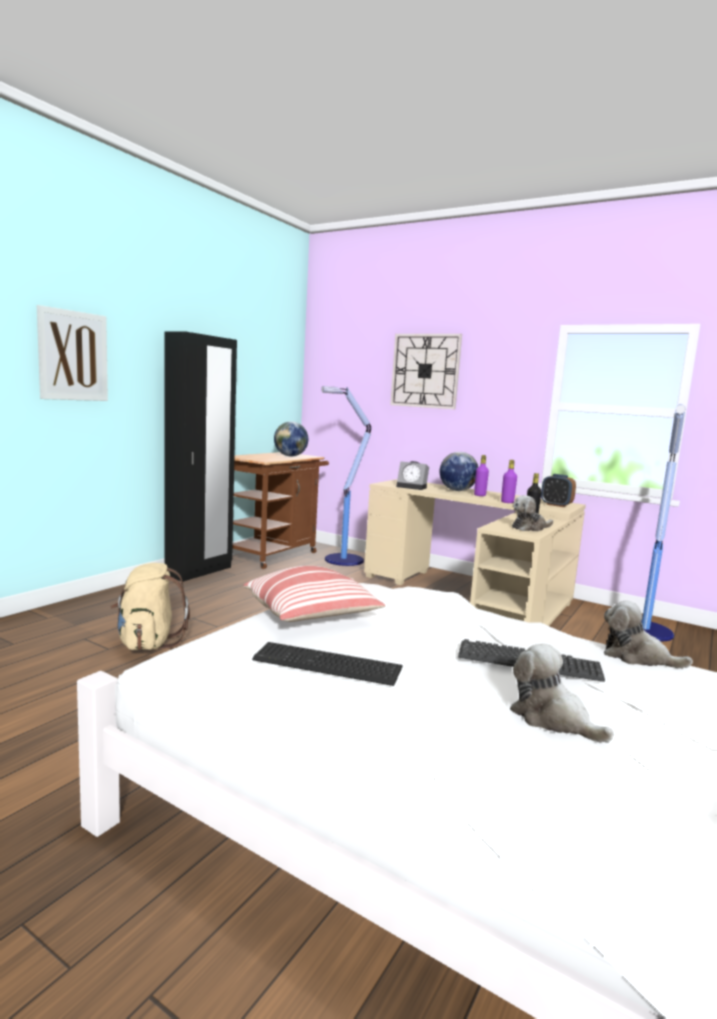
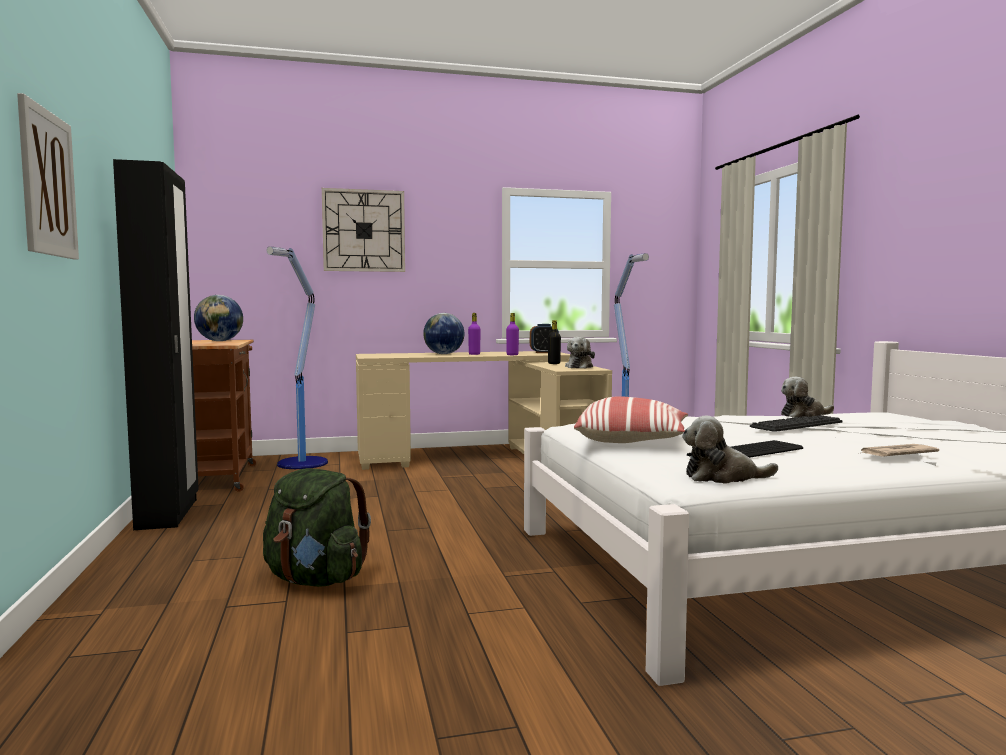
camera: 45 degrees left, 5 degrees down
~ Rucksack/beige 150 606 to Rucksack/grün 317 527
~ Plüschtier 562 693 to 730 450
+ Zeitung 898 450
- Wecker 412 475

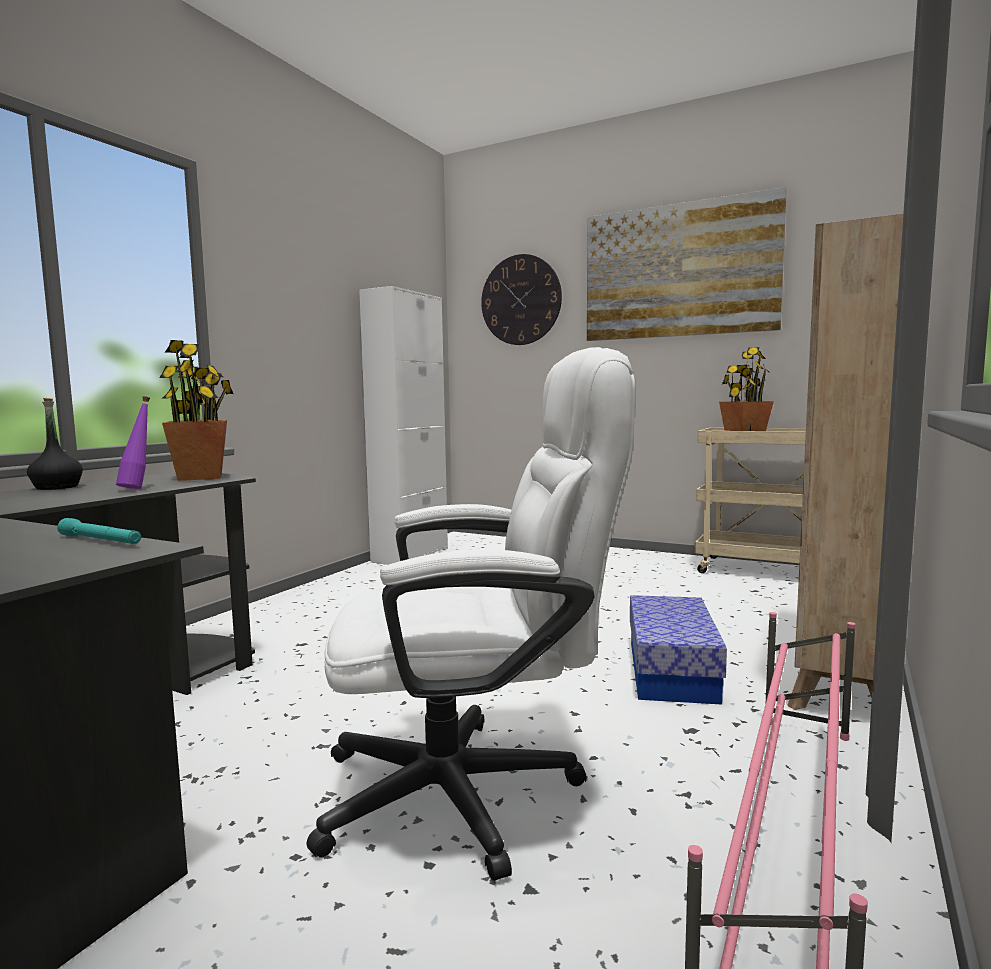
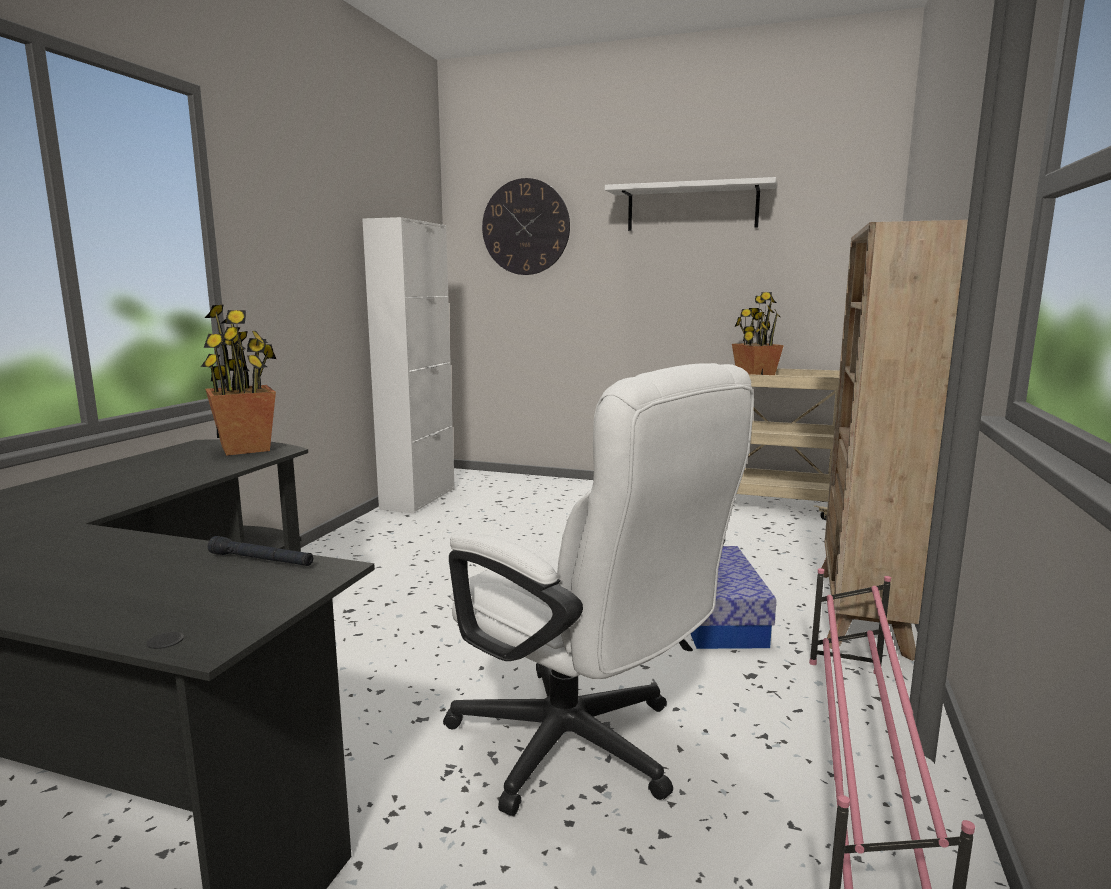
camera: 10 degrees left, 5 degrees up
~ Taschenlampe/türkis 99 531 to Taschenlampe/schwarz 260 551
~ Bürostuhl/weiß 471 614 = 598 589 60 degrees clockwise
~ Bild 687 264 to Wandregal/weiß 691 204
- Flasche/schwarz 55 444
- Flasche/lila 133 442

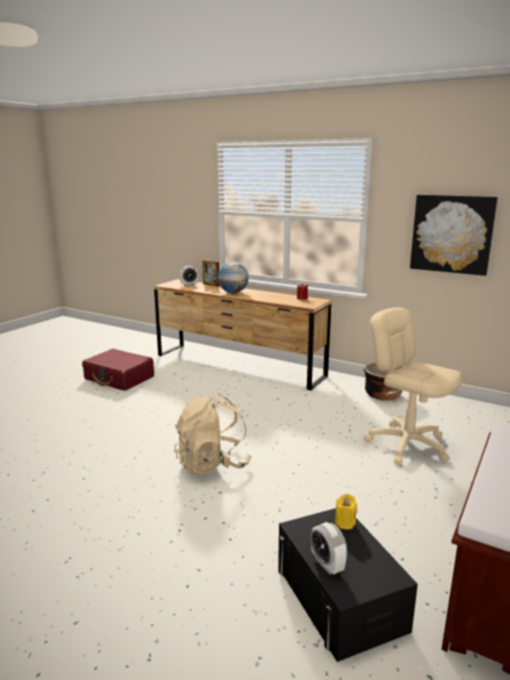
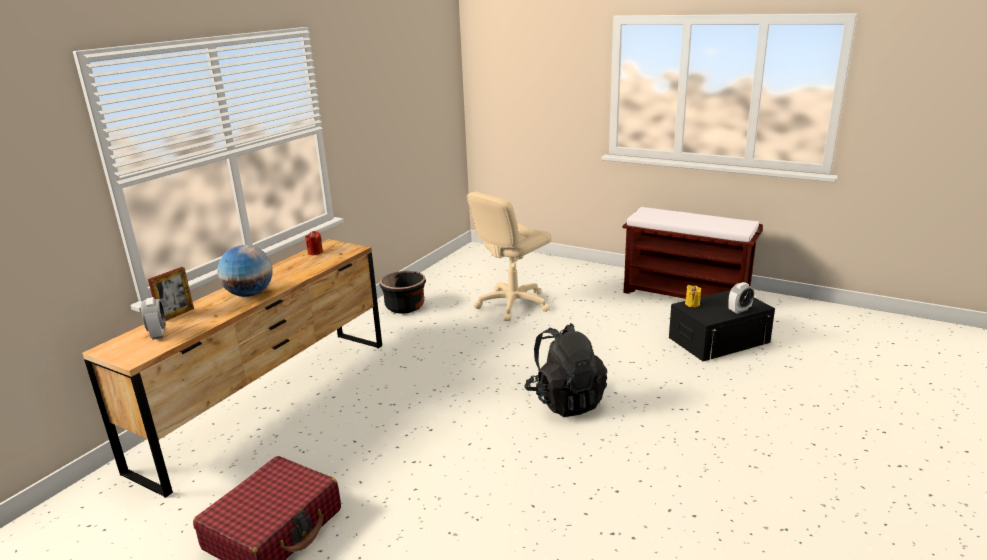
camera: 90 degrees left, 5 degrees up
~ Rucksack/beige 213 434 to Rucksack/schwarz 565 370
- Bild 454 235

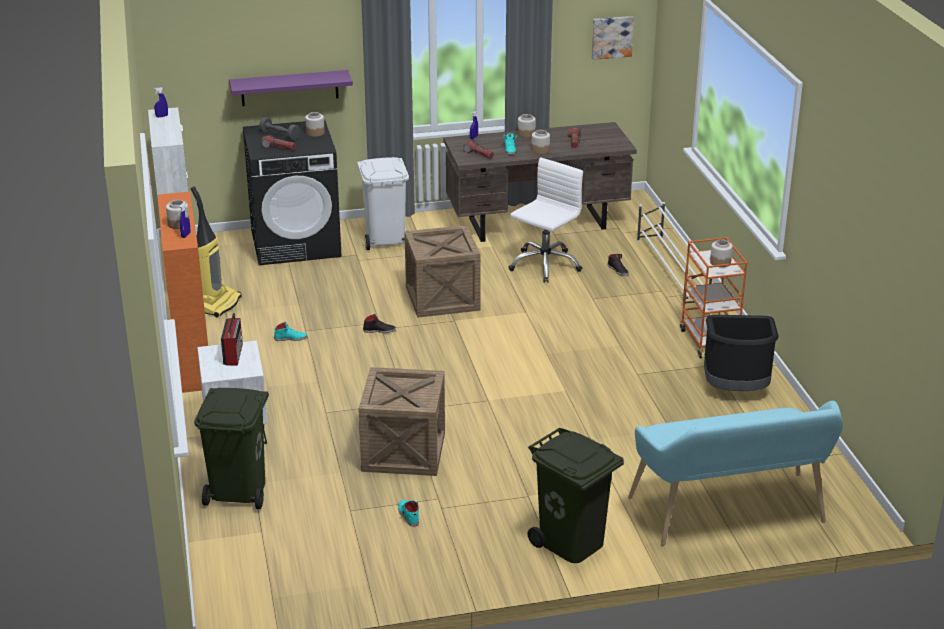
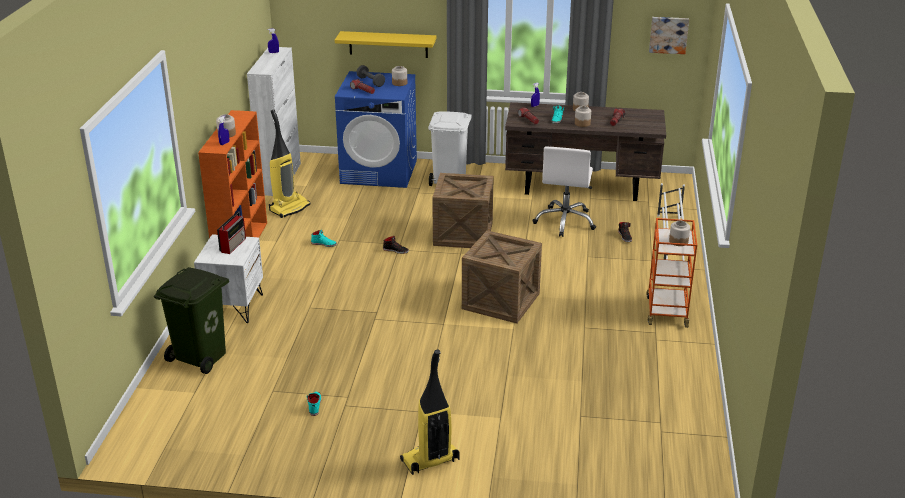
camera: 20 degrees right, 0 degrees up
~ Wandregal/lila 291 88 to Wandregal/gelb 385 44
~ Waschmaschine/schwarz 292 192 to Waschmaschine/blau 376 129
~ Mülleimer/grün 576 495 to Staubsauger 429 412
~ Kiste 401 421 to 502 277
~ Bürostuhl/weiß 545 220 = 564 192 135 degrees clockwise
- Bank/türkis 735 473
- Mülleimer/schwarz 741 353

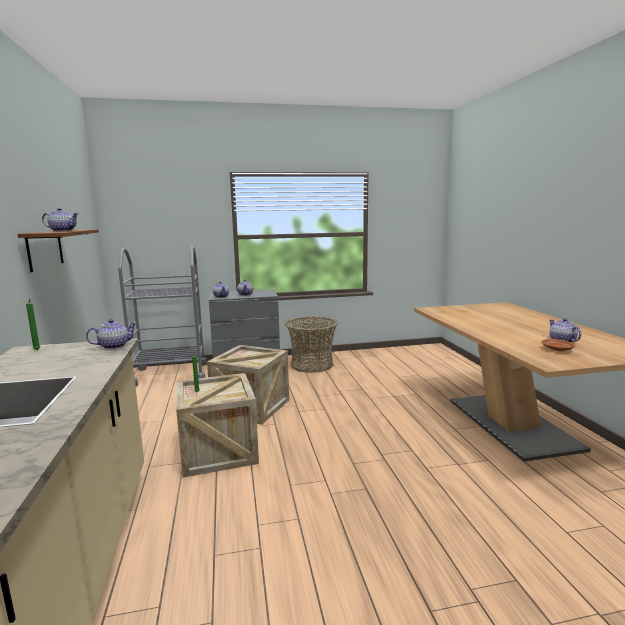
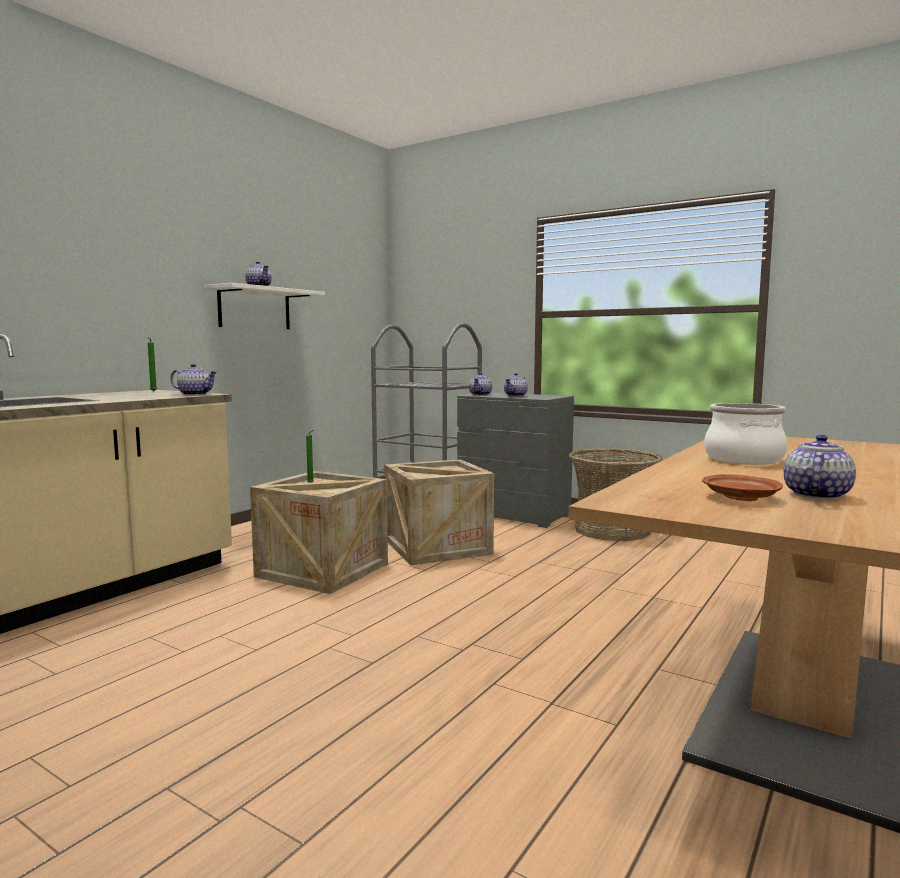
camera: 45 degrees right, 5 degrees down
~ Wandregal/braun 58 250 to Wandregal/weiß 264 306
+ Kochtopf 745 434

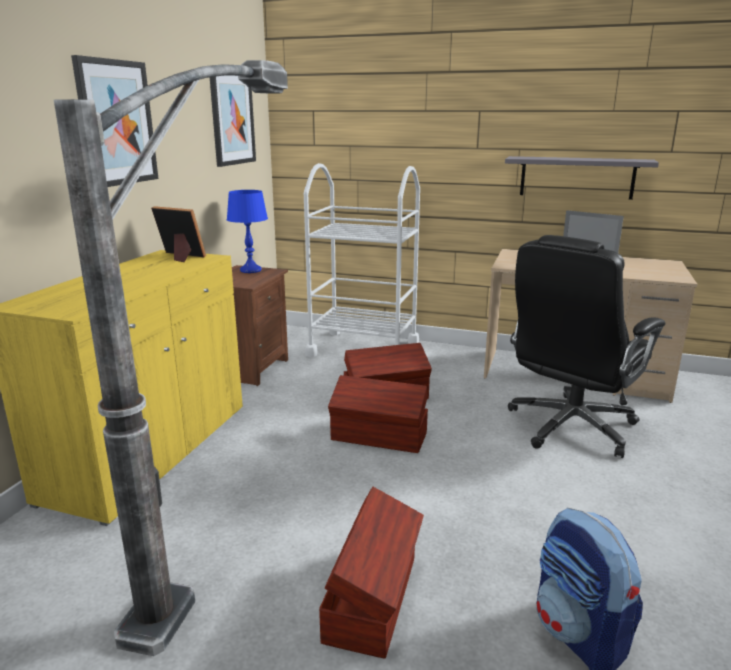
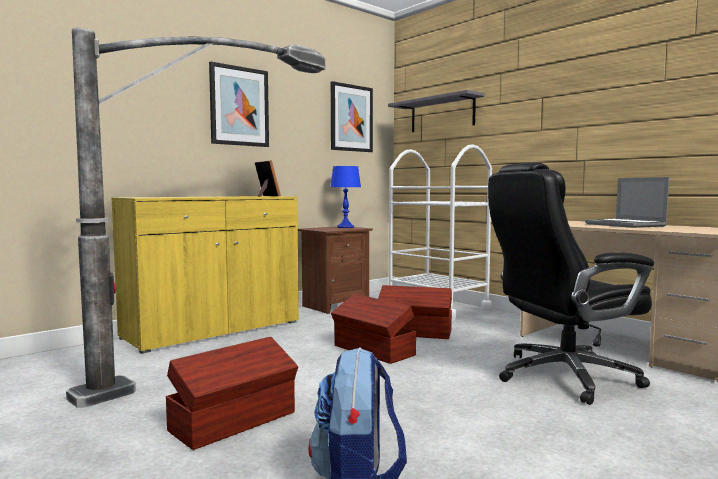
camera: 30 degrees right, 15 degrees down
~ Wandregal/grau 582 178 to 436 111

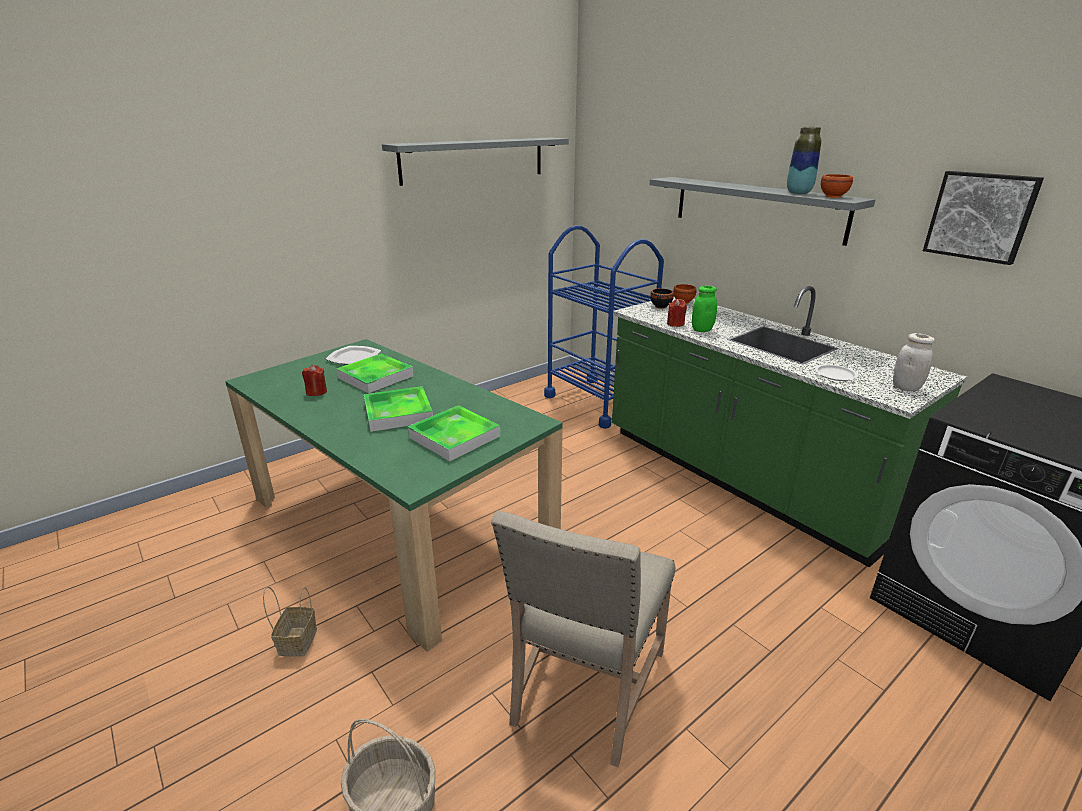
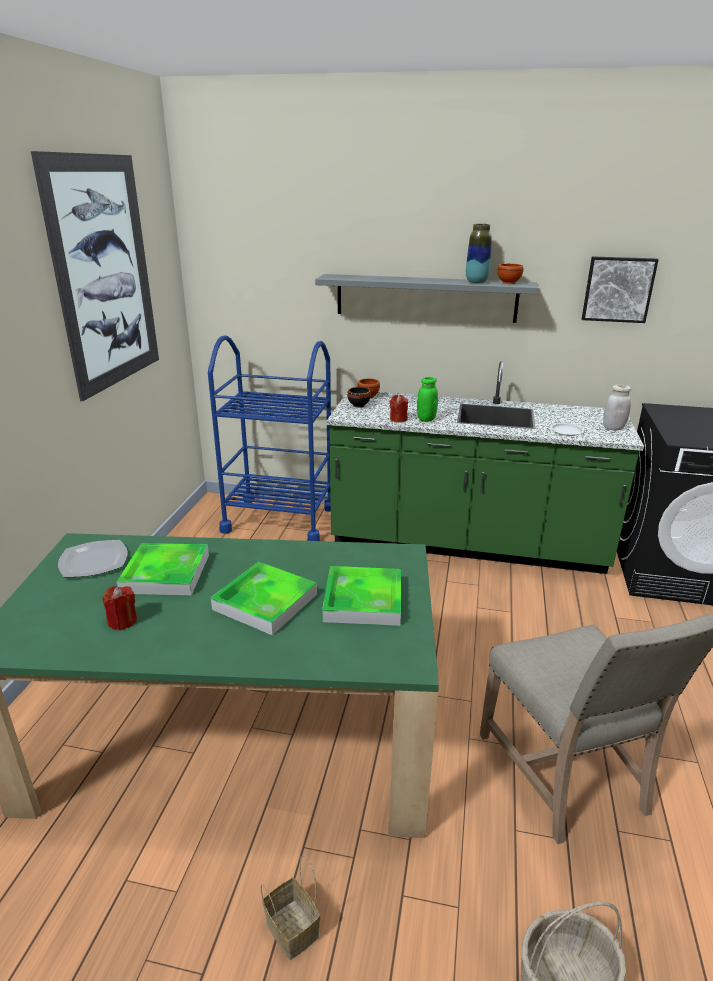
camera: 40 degrees left, 0 degrees up
~ Wandregal/grau 475 162 to Bild 95 276

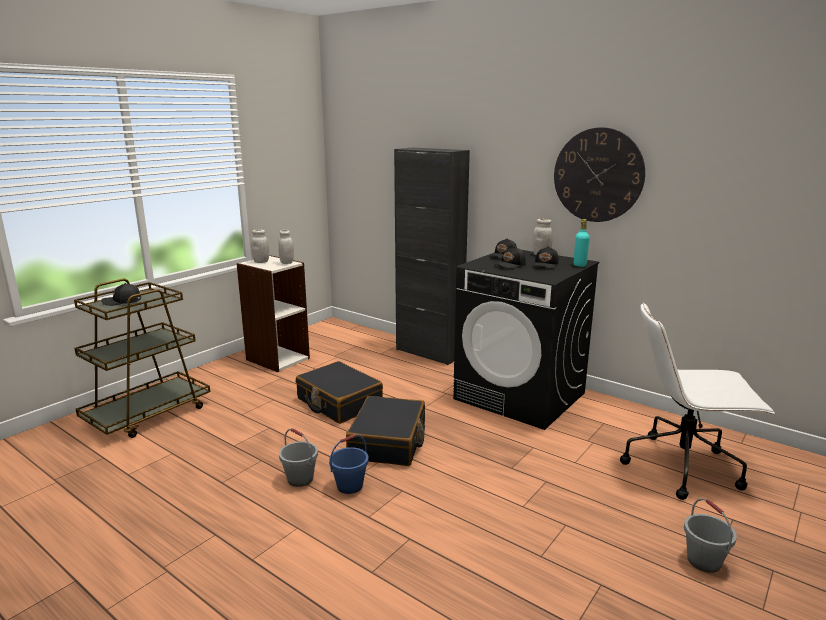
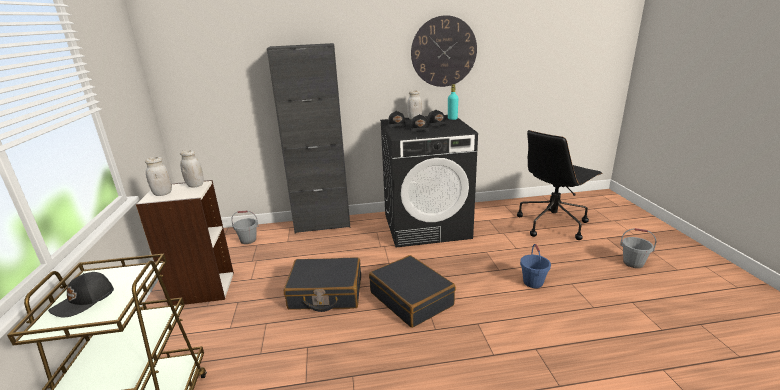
camera: 45 degrees left, 5 degrees up
~ Eimer/grau 298 457 to 245 227
~ Bürostuhl/weiß 697 401 to Bürostuhl/schwarz 560 185
~ Eimer/blau 348 464 to 535 266

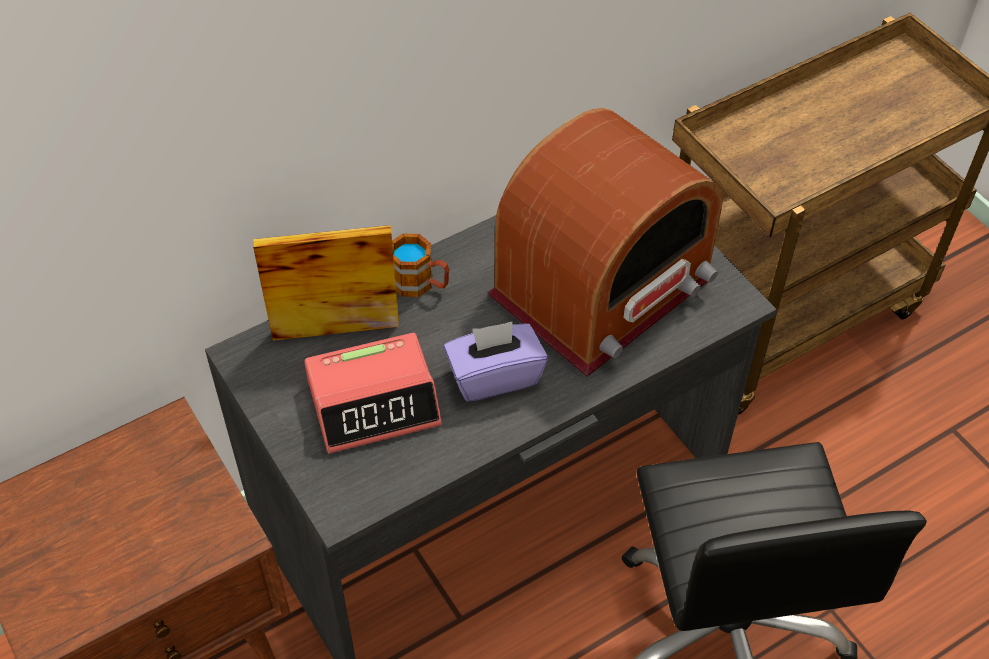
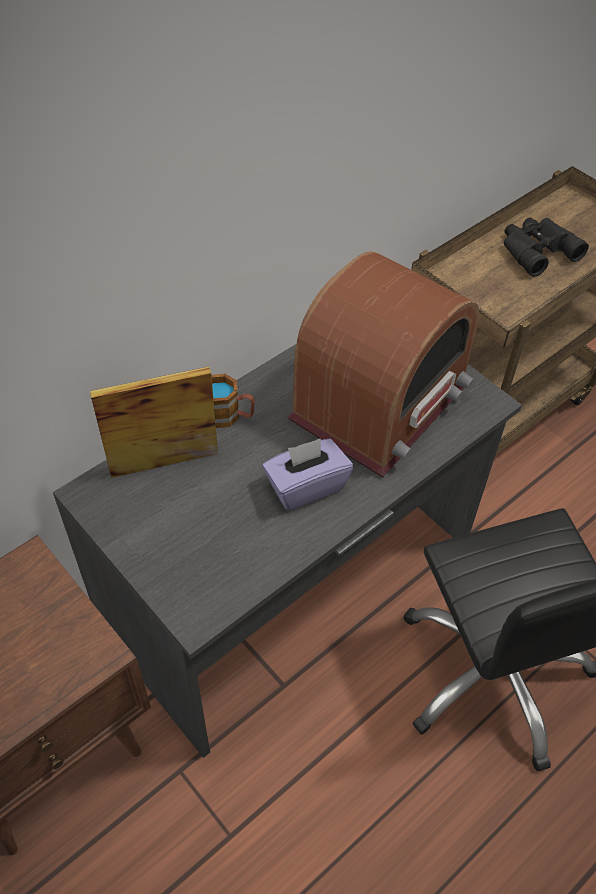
camera: 10 degrees left, 0 degrees up
+ Fernglas/schwarz 546 247
- Wecker 373 393

